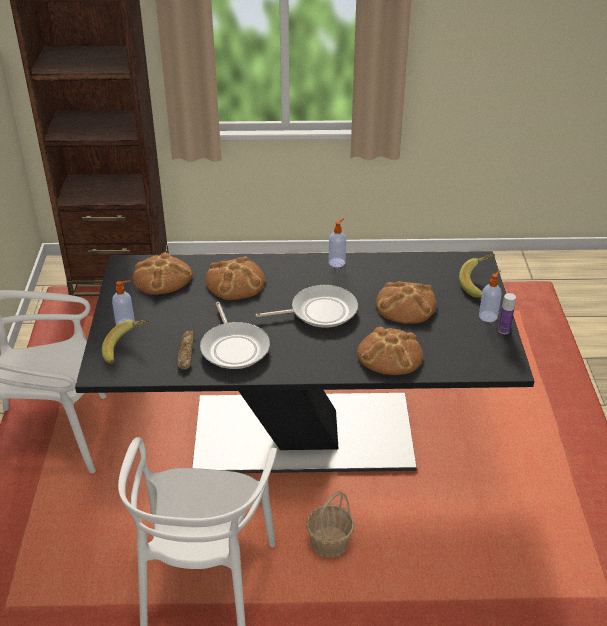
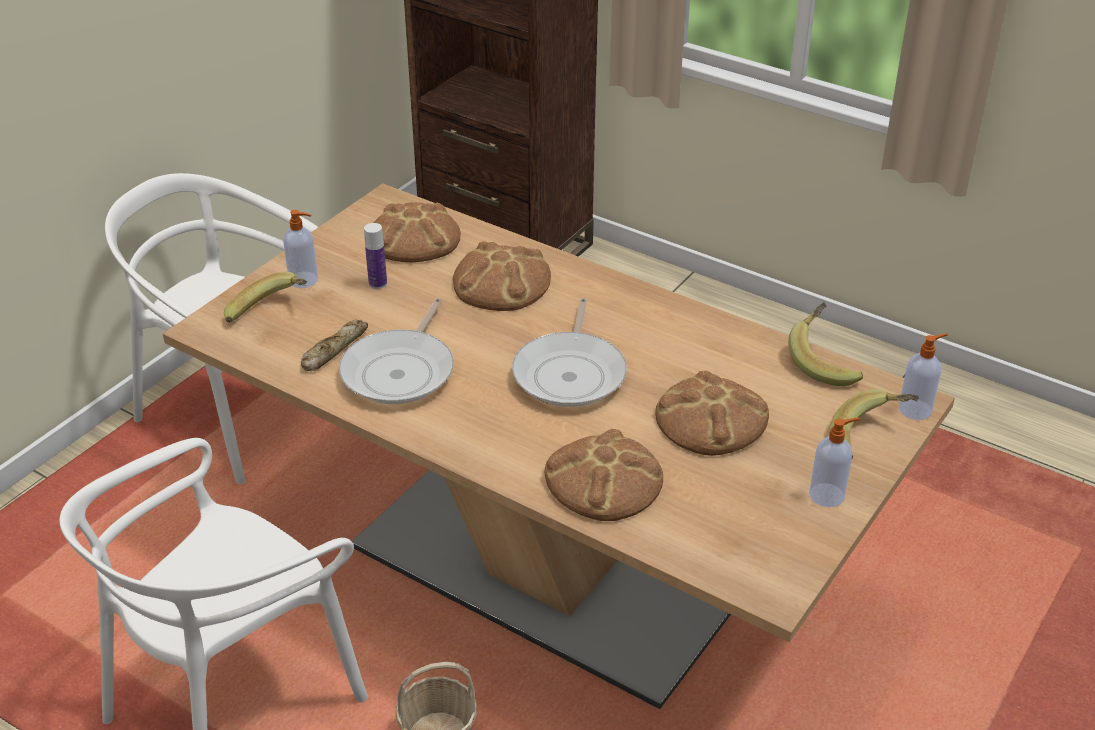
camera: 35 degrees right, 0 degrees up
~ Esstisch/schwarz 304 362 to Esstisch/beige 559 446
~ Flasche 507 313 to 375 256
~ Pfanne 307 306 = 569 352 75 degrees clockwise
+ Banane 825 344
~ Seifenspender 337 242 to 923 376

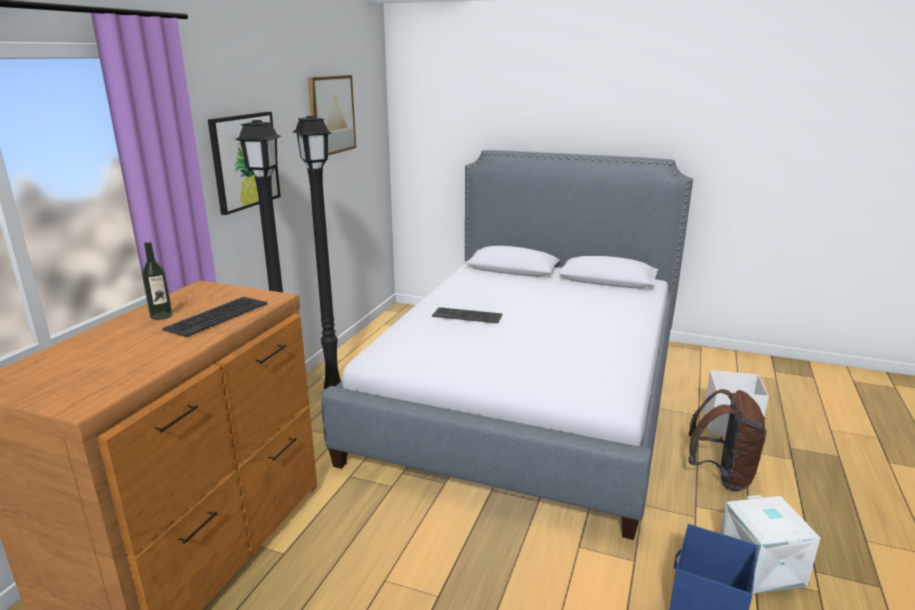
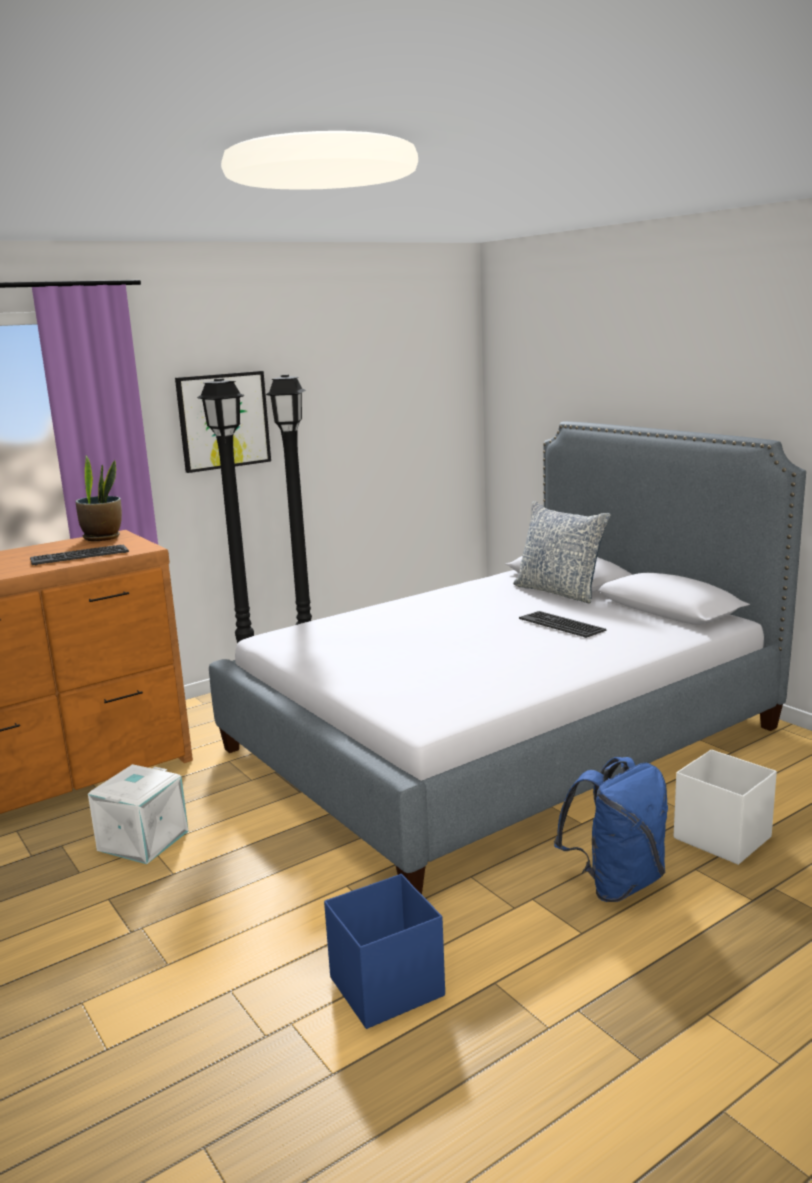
camera: 35 degrees right, 5 degrees down
+ Topfpflanze 99 498
~ Aufbewahrungsbox/weiß 770 544 to 138 814
+ Kissen 562 552
~ Tastatur 467 315 to 562 624
~ Rucksack/braun 727 440 to Rucksack/blau 611 829
- Flasche 157 281
- Bild 332 115

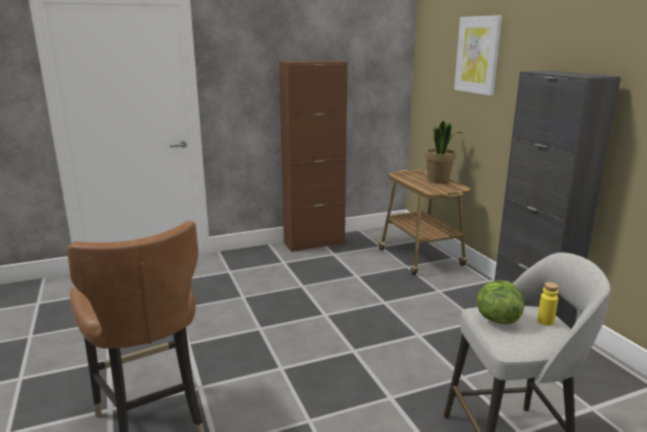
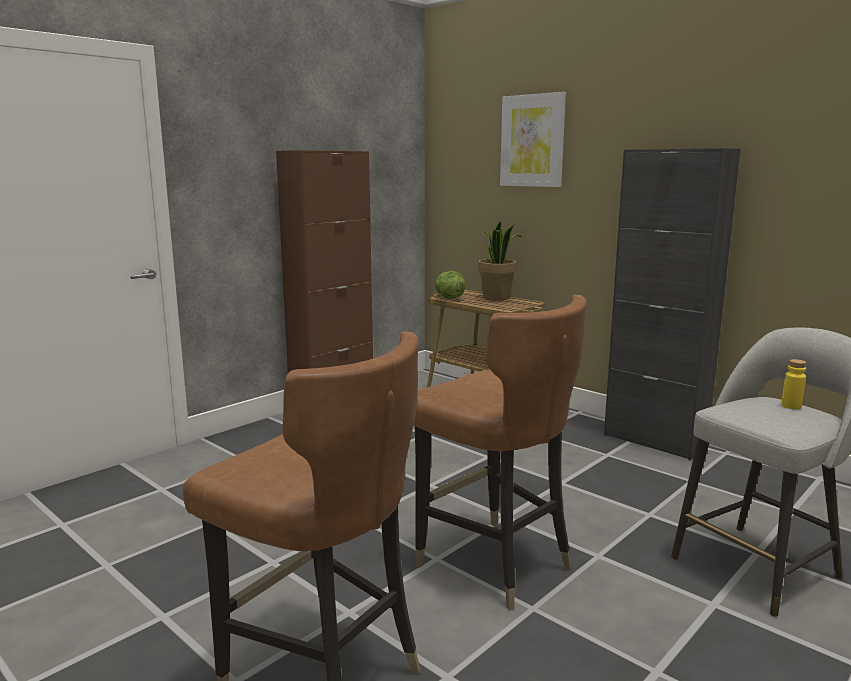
camera: 25 degrees left, 5 degrees down
+ Stuhl/braun 500 452
~ Salatkopf 500 302 to 450 285

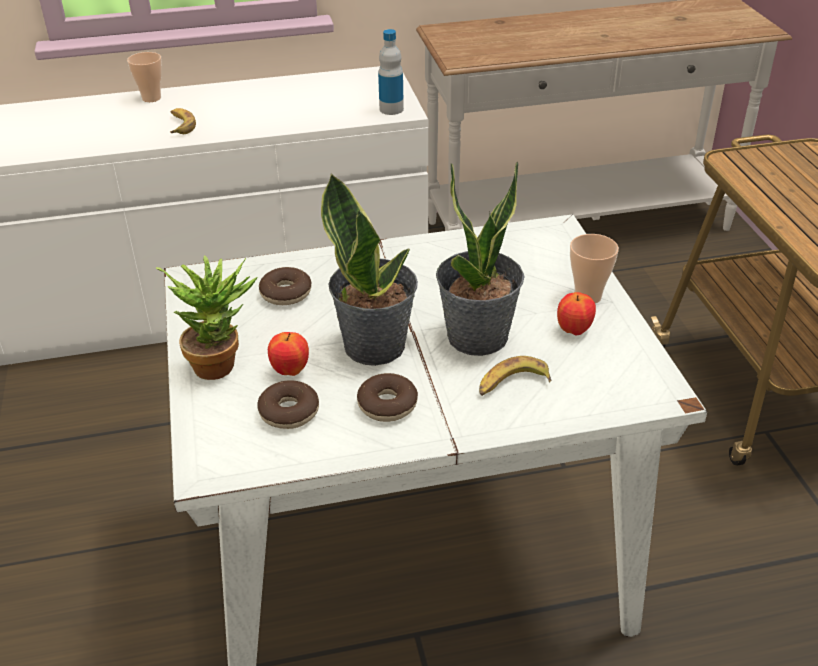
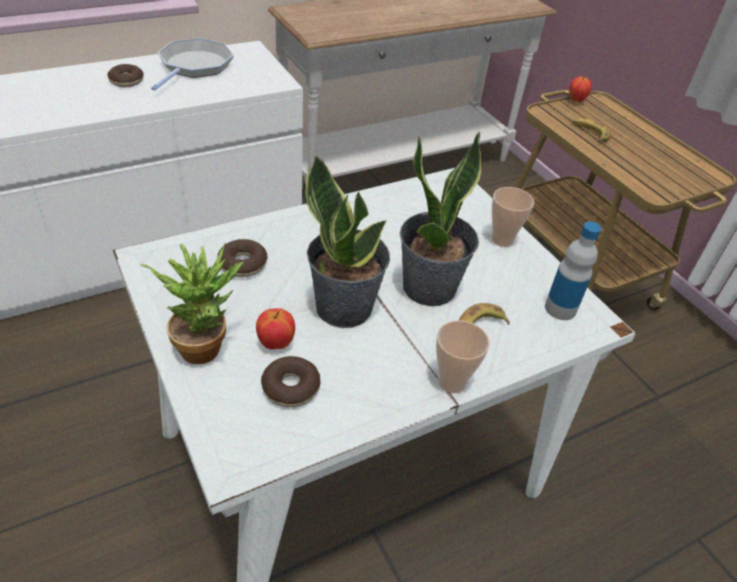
camera: 20 degrees left, 5 degrees up
~ Donut 387 397 to 125 76
+ Pfanne 192 64
~ Tasse 144 77 to 462 356
~ Flasche 391 72 to 573 270
~ Apfel 576 313 to 580 89
~ Banane 183 121 to 591 130

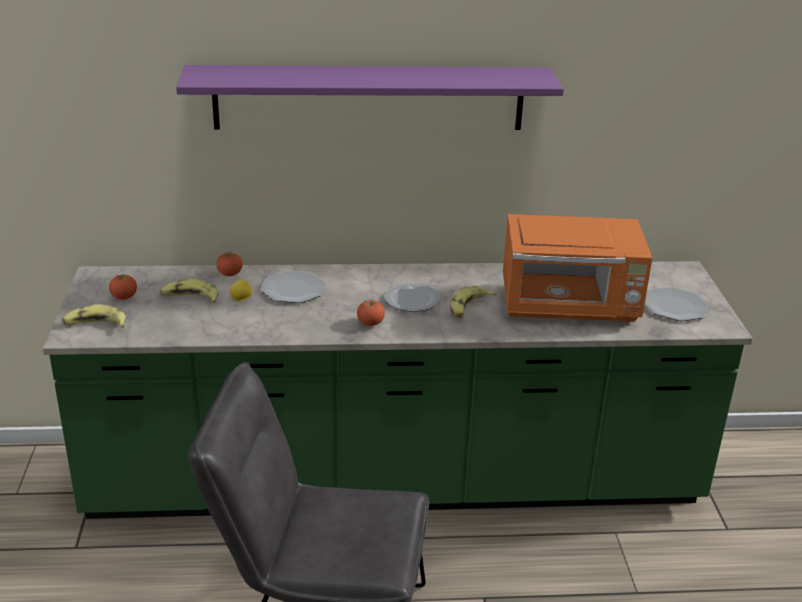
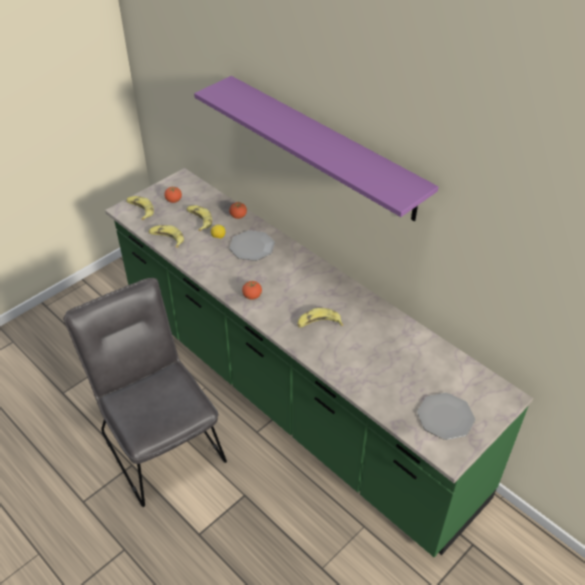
camera: 50 degrees right, 15 degrees up
+ Banane 166 236
- Teller 412 297
- Mikrowelle/orange 577 268

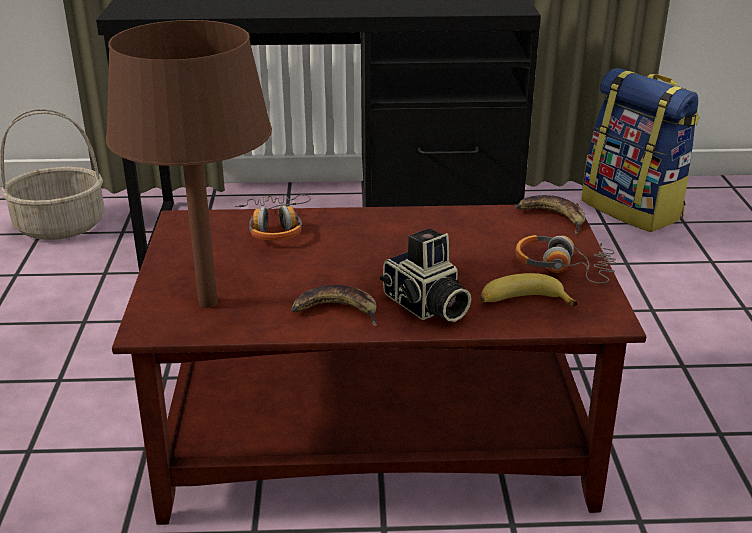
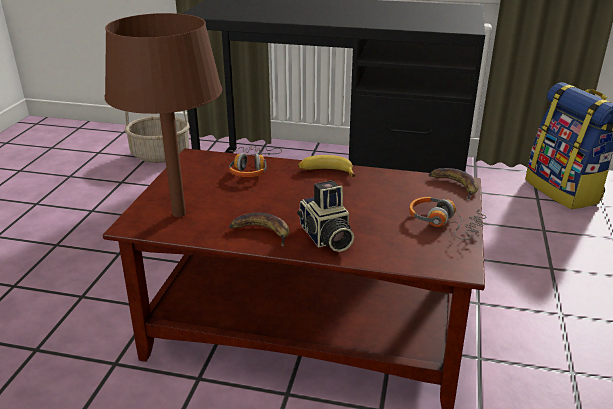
camera: 15 degrees right, 0 degrees up
~ Banane 528 289 to 326 166

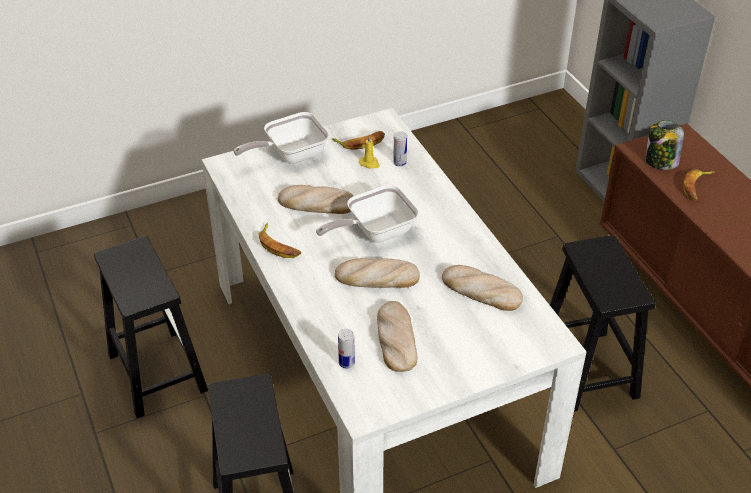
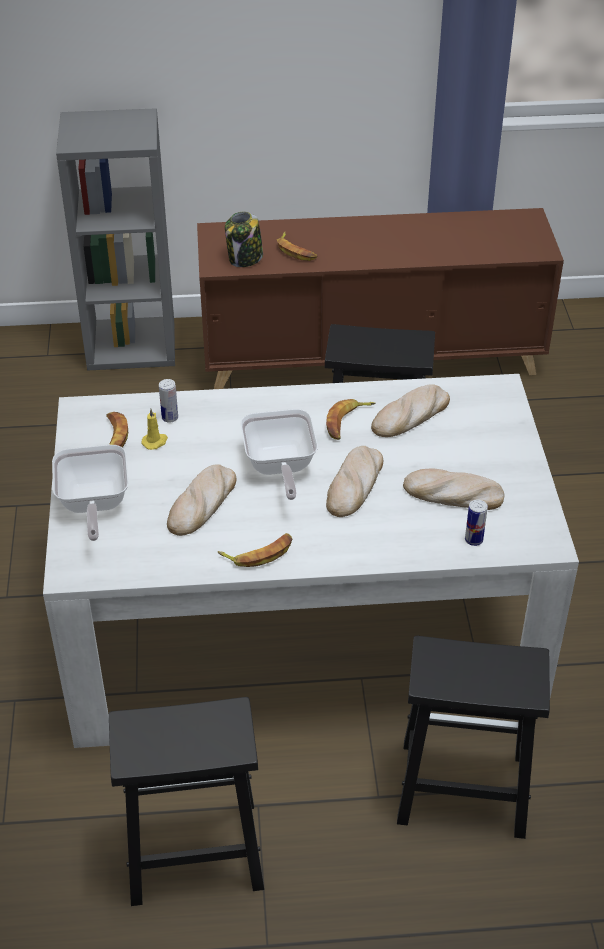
camera: 70 degrees left, 0 degrees up
+ Banane 351 419

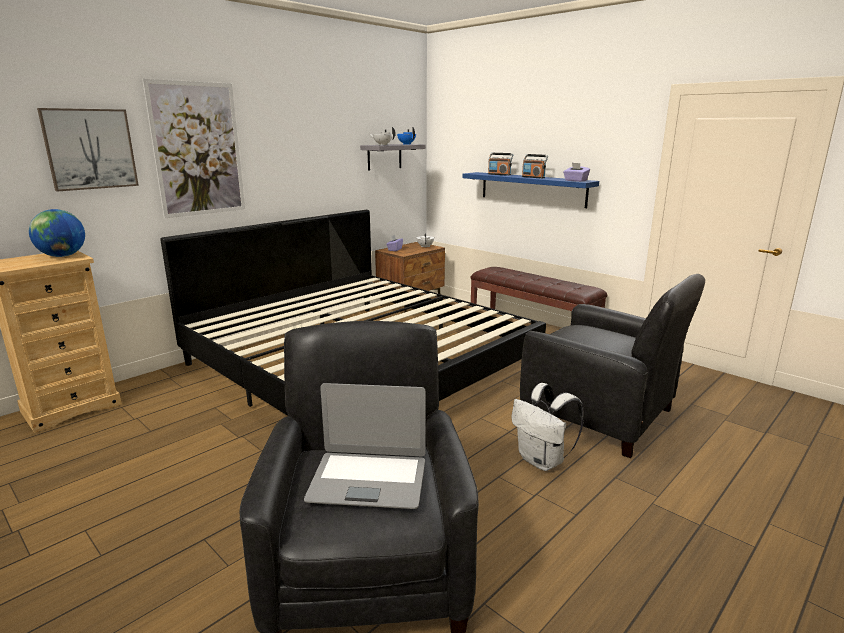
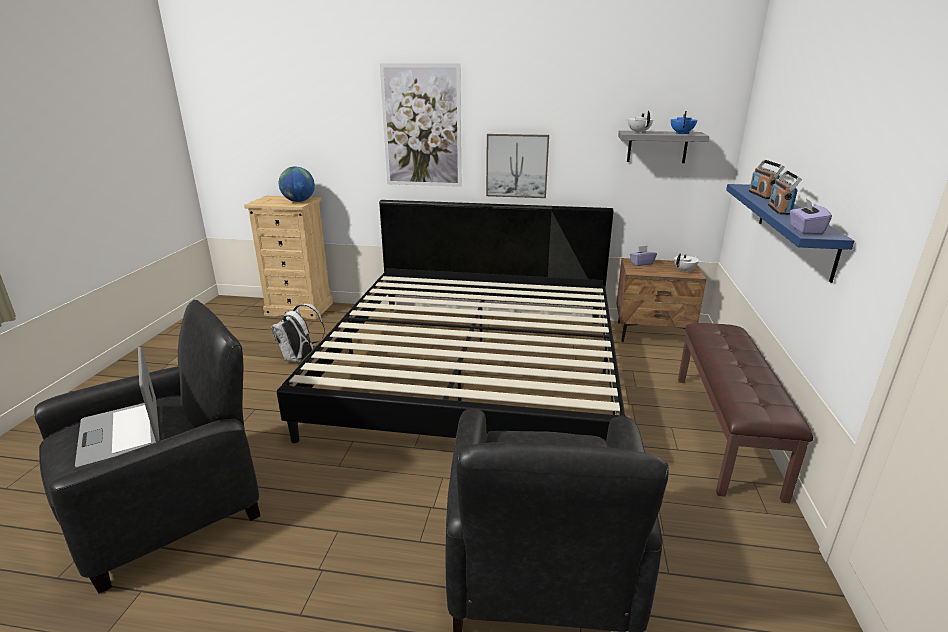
camera: 55 degrees right, 5 degrees up
~ Rucksack/weiß 547 427 to 298 333
~ Bild 88 149 to 517 166

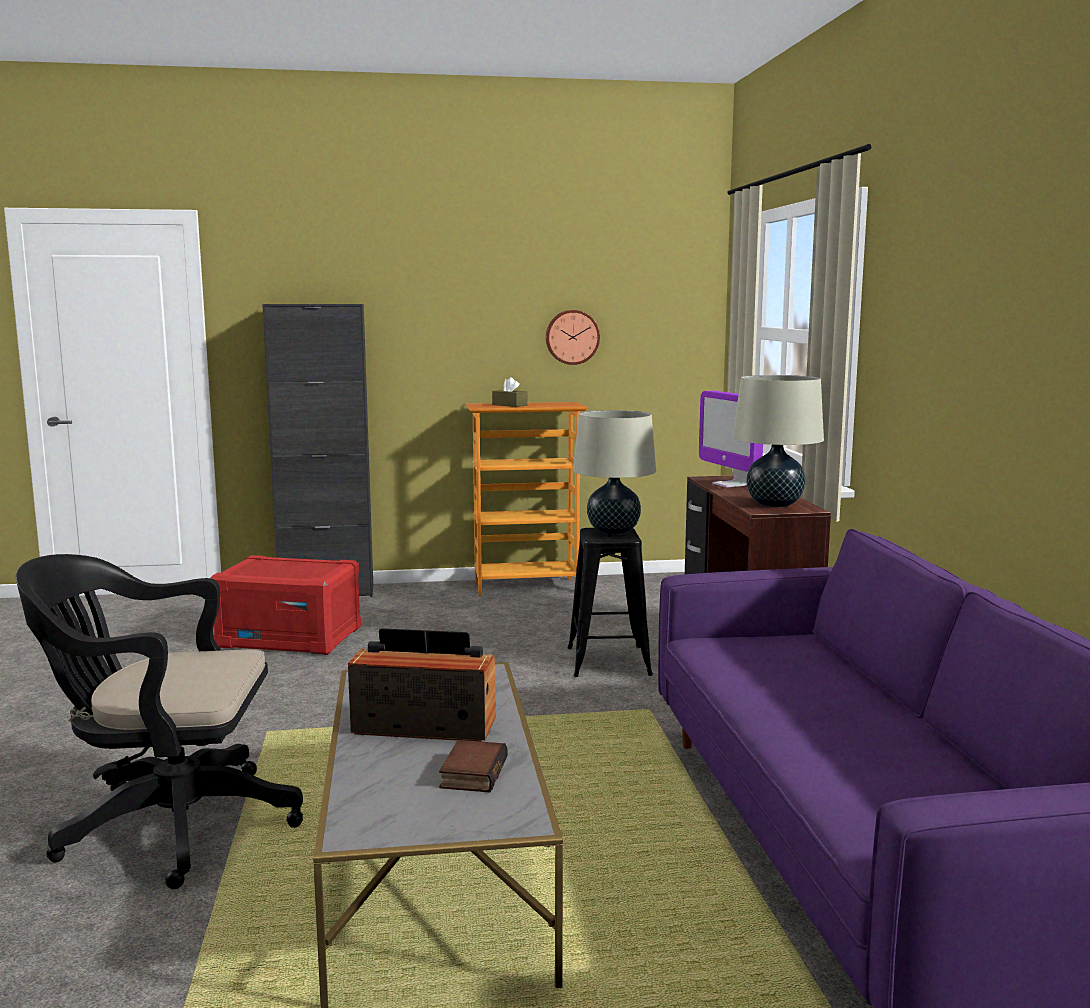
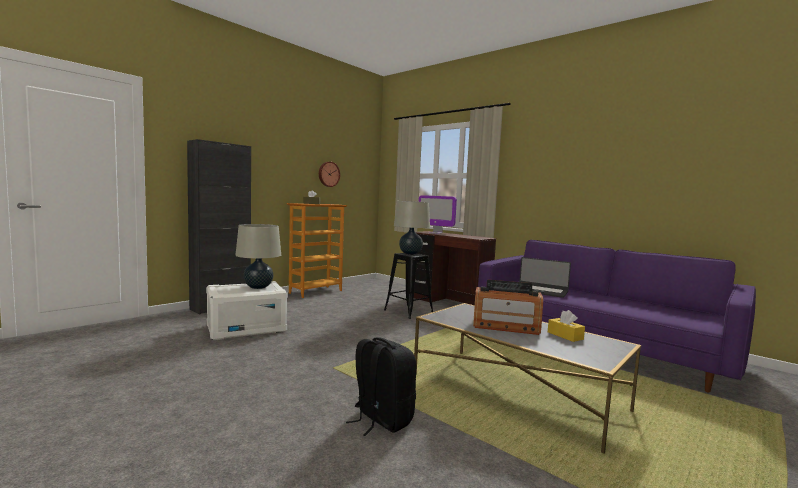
camera: 40 degrees left, 5 degrees down
~ Aufbewahrungsbox/rot 286 605 to Aufbewahrungsbox/weiß 247 310
~ Tischlampe/beige 778 441 to 258 256
~ Bürostuhl/schwarz 159 721 to Rucksack/schwarz 381 386
~ Radio 422 685 = 508 307 135 degrees counterclockwise
+ Laptop 545 277
~ Buch 473 766 to Taschentuchbox/gelb 566 326

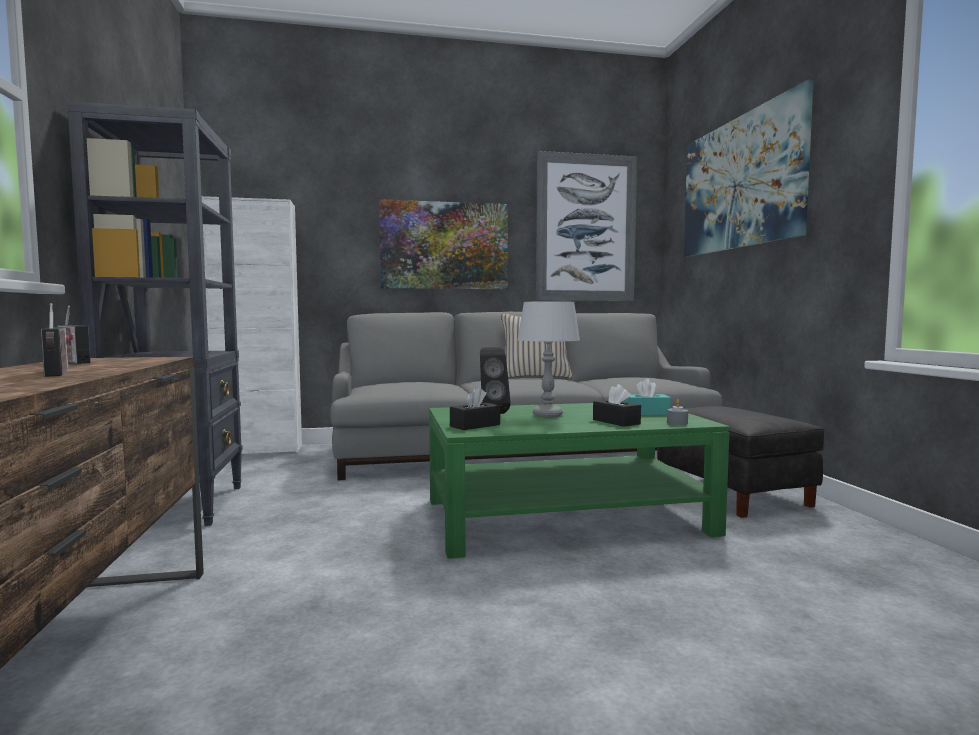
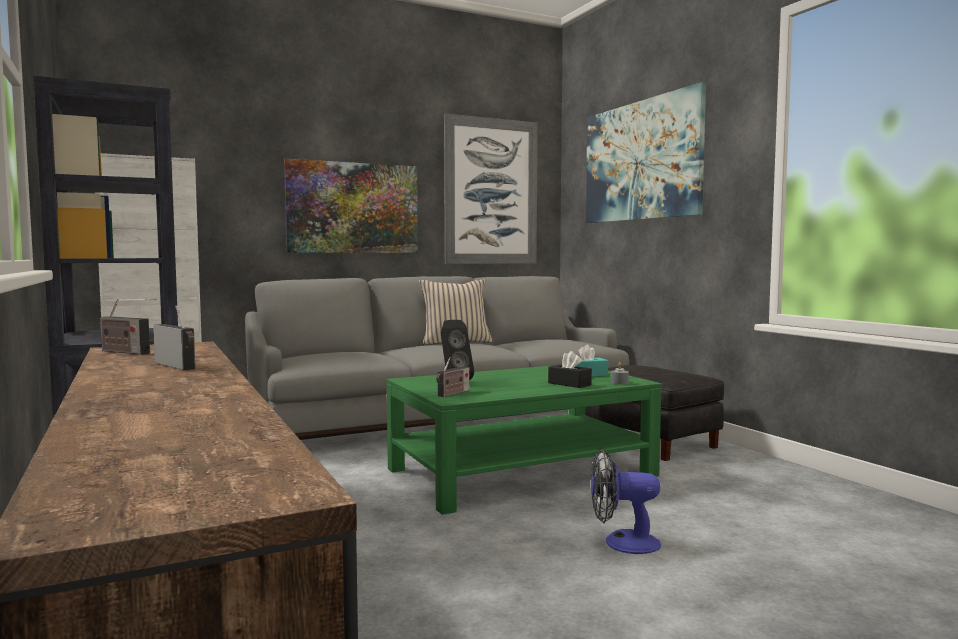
camera: 15 degrees left, 0 degrees up
~ Taschentuchbox/schwarz 475 408 to Radio 452 377
+ Ventilator 626 501
- Tischlampe/grau 548 359

